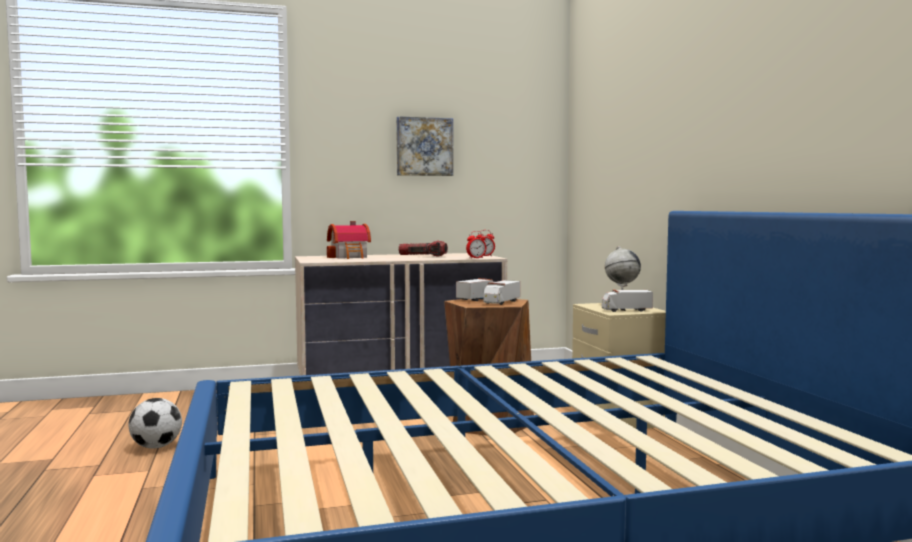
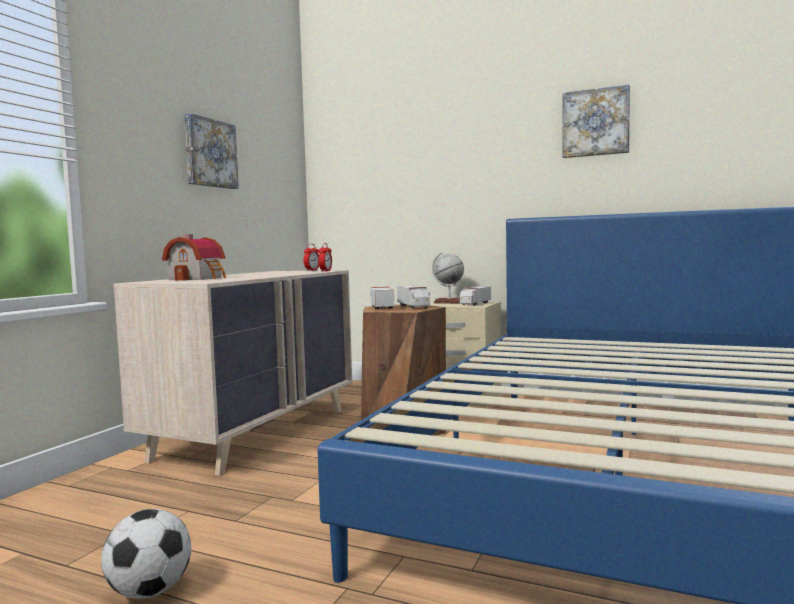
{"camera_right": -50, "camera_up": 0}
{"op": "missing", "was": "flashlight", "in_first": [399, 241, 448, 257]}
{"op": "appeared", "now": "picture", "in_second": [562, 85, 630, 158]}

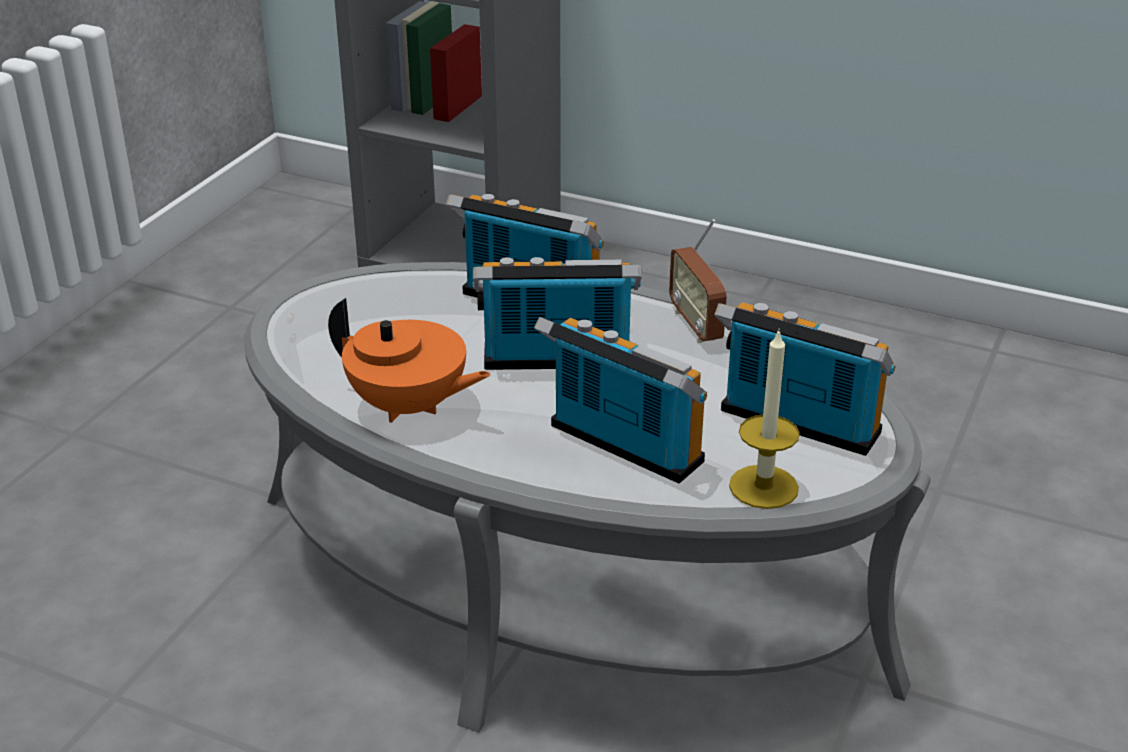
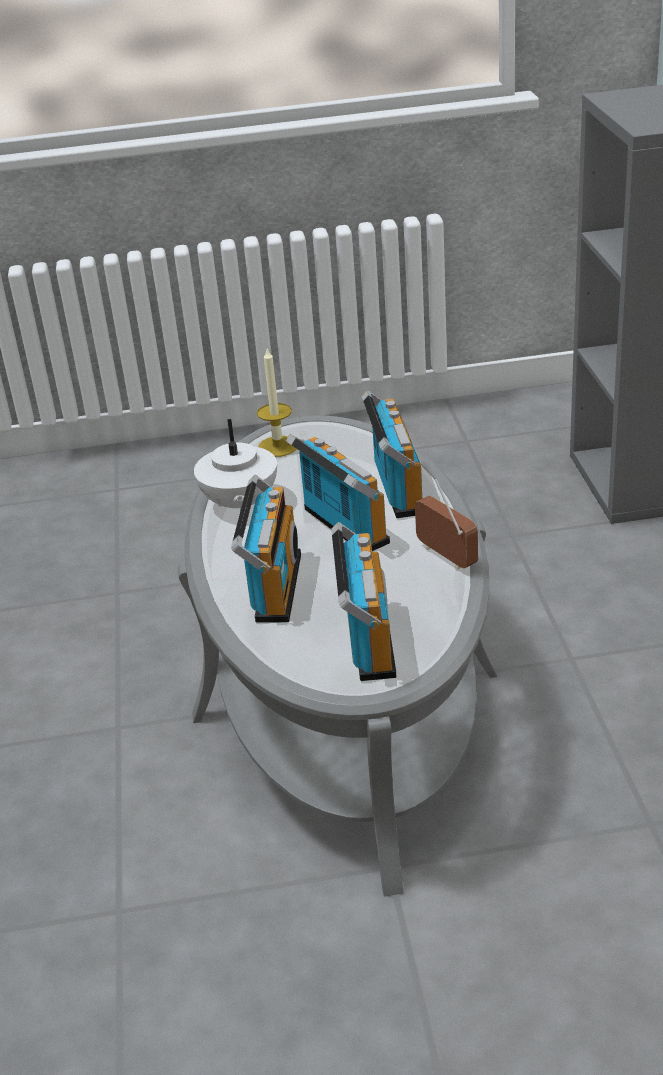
{"camera_right": 60, "camera_up": 0}
{"op": "colour", "was": "orange-coloured teapot", "now": "white teapot", "in_first": [328, 298, 491, 423], "in_second": [194, 419, 277, 511]}
{"op": "spun", "was": "radio receiver", "in_first": [669, 219, 727, 343], "in_second": [415, 478, 478, 570], "clockwise": 105}
{"op": "relocated", "was": "candle", "in_first": [729, 328, 800, 509], "in_second": [257, 349, 296, 457]}

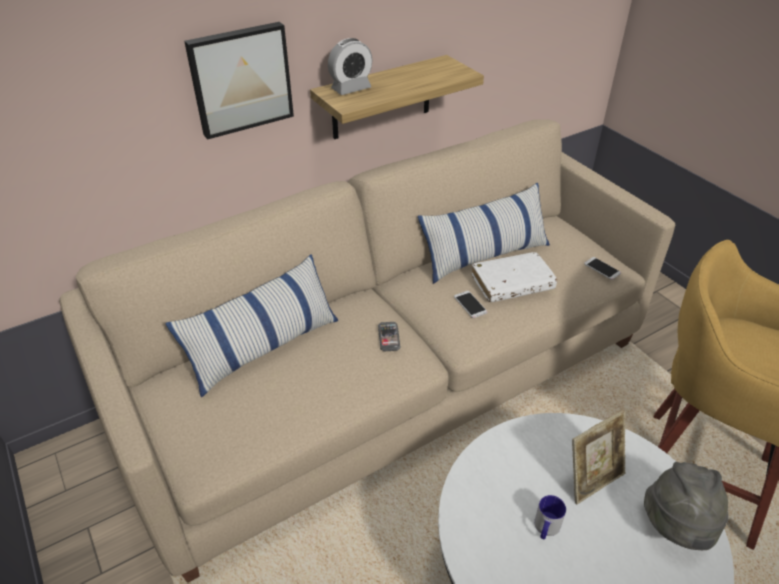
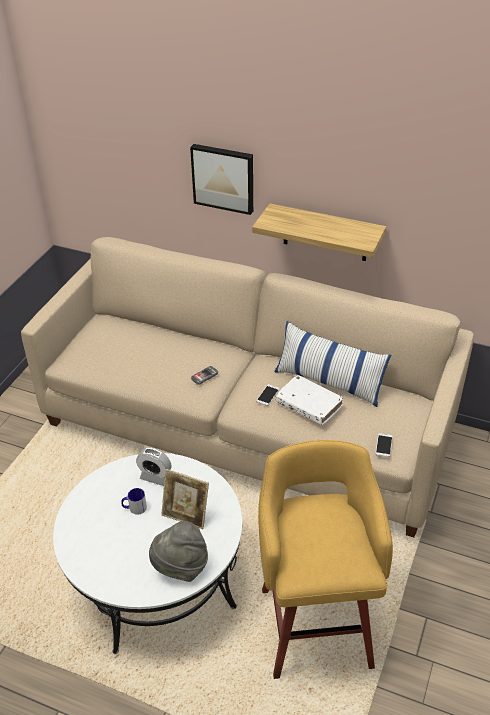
{"camera_right": 55, "camera_up": 0}
{"op": "missing", "was": "cushion", "in_first": [166, 254, 338, 398]}
{"op": "relocated", "was": "bedside clock", "in_first": [328, 38, 372, 95], "in_second": [136, 448, 172, 486]}

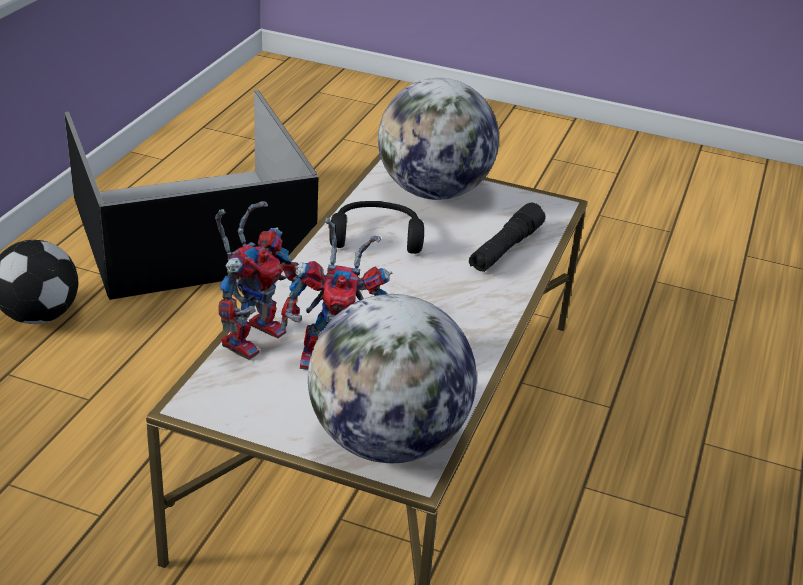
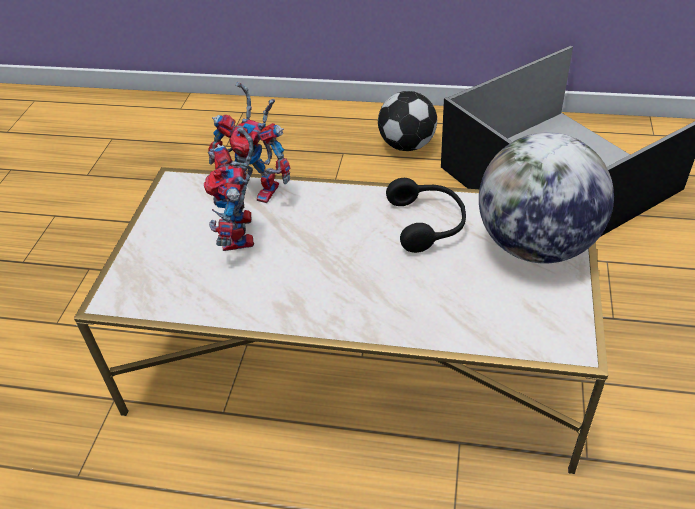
{"camera_right": 85, "camera_up": 10}
{"op": "missing", "was": "world globe", "in_first": [308, 294, 477, 463]}
{"op": "missing", "was": "blackish flashlight", "in_first": [469, 203, 545, 272]}

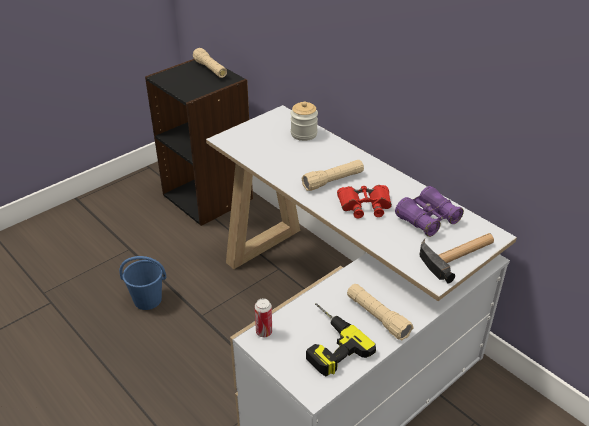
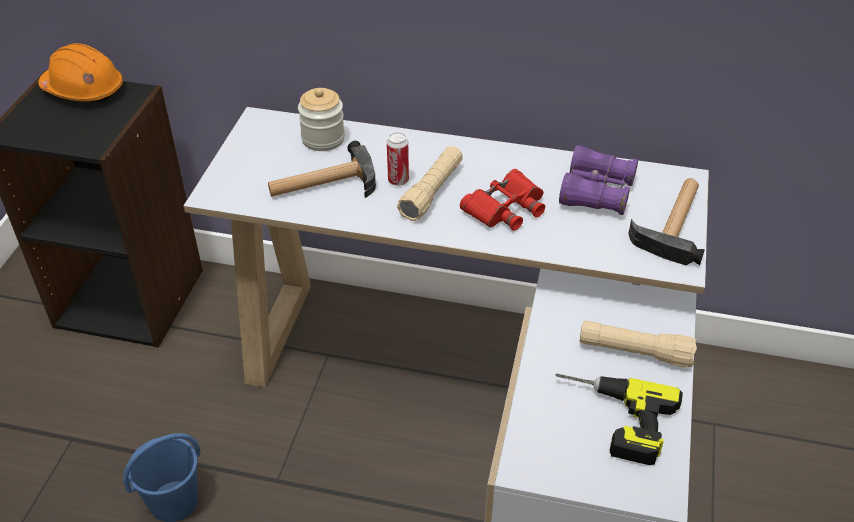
{"camera_right": -35, "camera_up": 5}
{"op": "exchanged", "was": "beige flashlight", "now": "orange-coloured safety helmet", "in_first": [193, 48, 227, 78], "in_second": [38, 43, 123, 102]}
{"op": "relocated", "was": "metal can", "in_first": [255, 298, 272, 337], "in_second": [387, 133, 409, 186]}
{"op": "appeared", "now": "hand hammer", "in_second": [268, 141, 376, 198]}

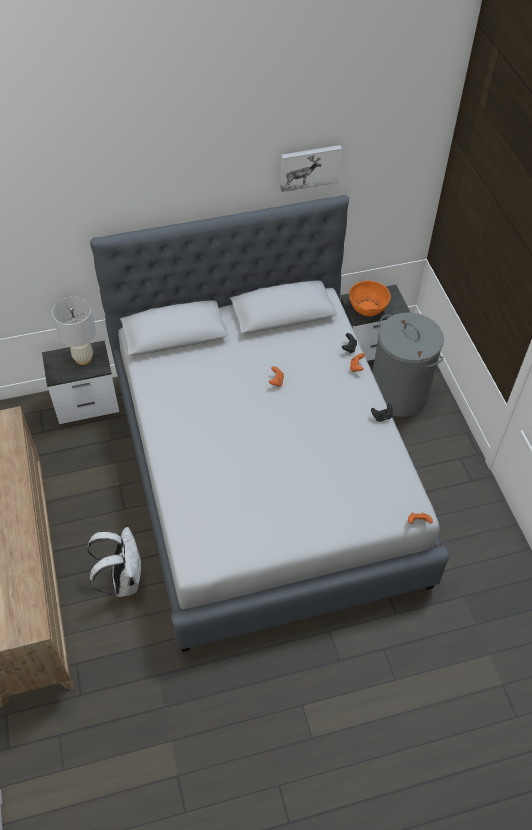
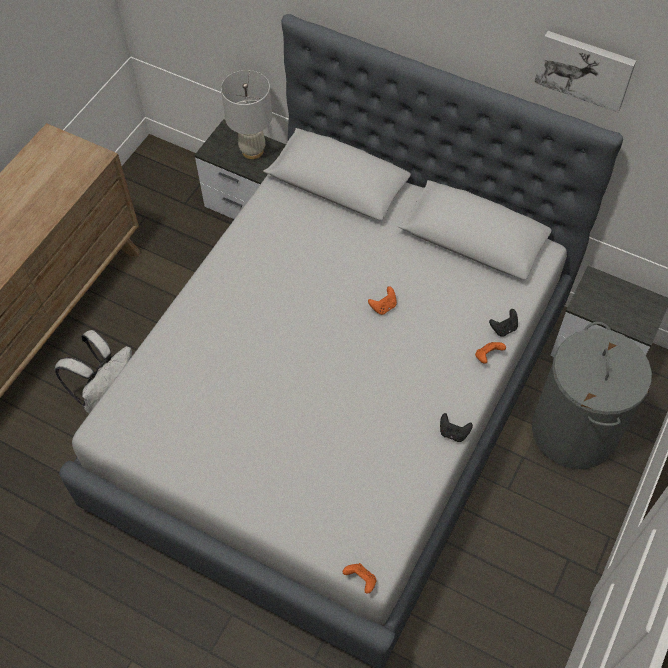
{"camera_right": 45, "camera_up": 5}
{"op": "missing", "was": "orange-coloured serving bowl", "in_first": [349, 281, 391, 316]}

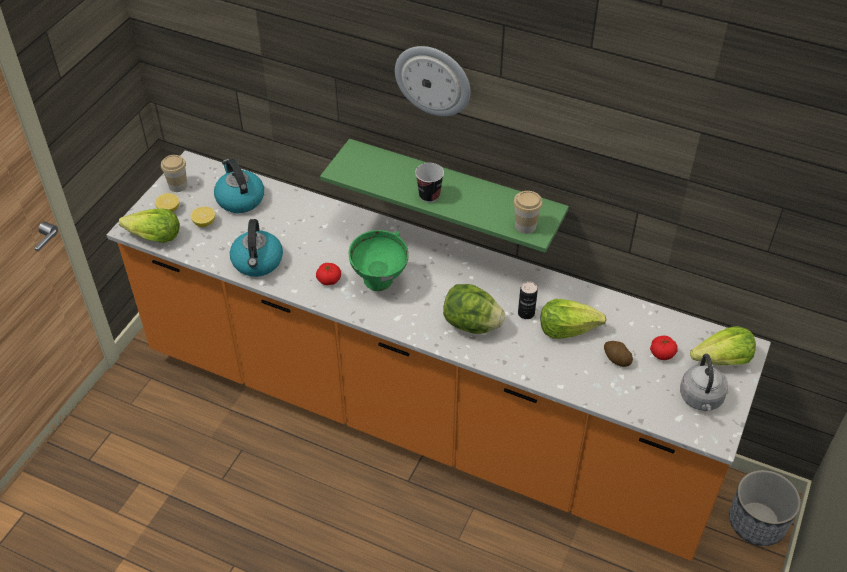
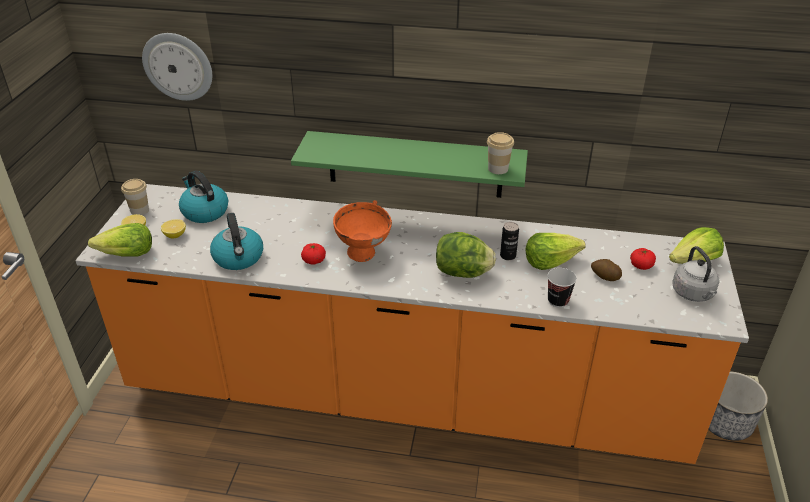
{"camera_right": -15, "camera_up": -10}
{"op": "colour", "was": "green serving bowl", "now": "orange-coloured serving bowl", "in_first": [348, 230, 409, 291], "in_second": [333, 200, 392, 262]}
{"op": "relocated", "was": "hanging clock", "in_first": [395, 46, 471, 116], "in_second": [142, 33, 212, 101]}
{"op": "relocated", "was": "small cup", "in_first": [415, 163, 444, 203], "in_second": [547, 268, 577, 308]}

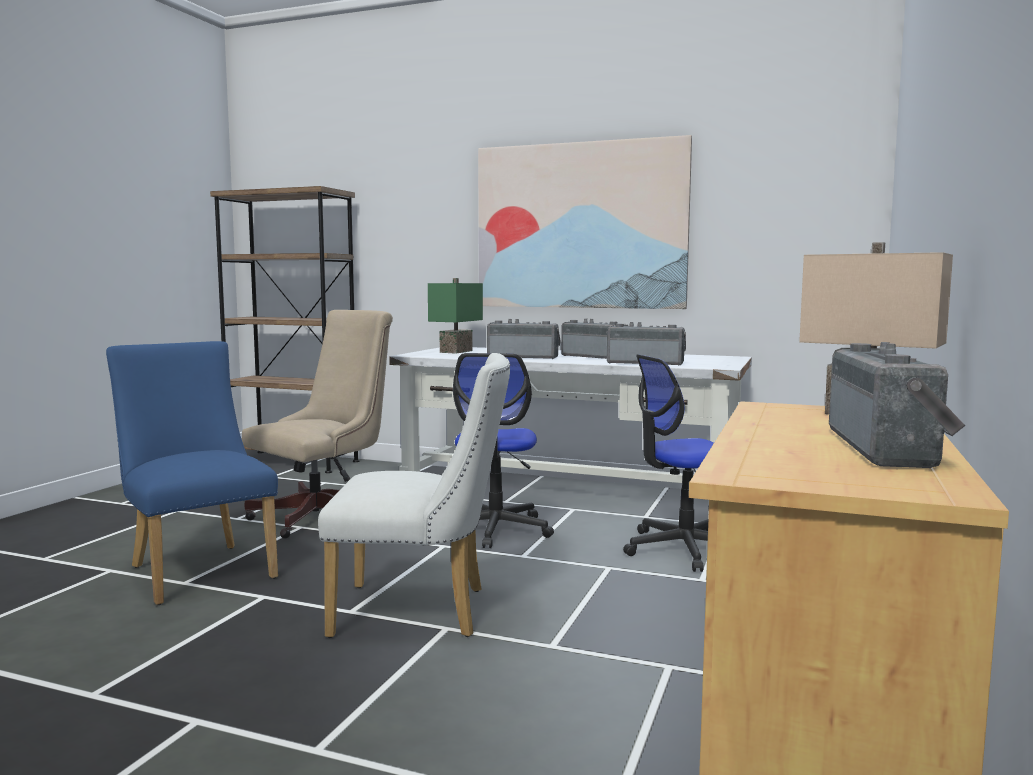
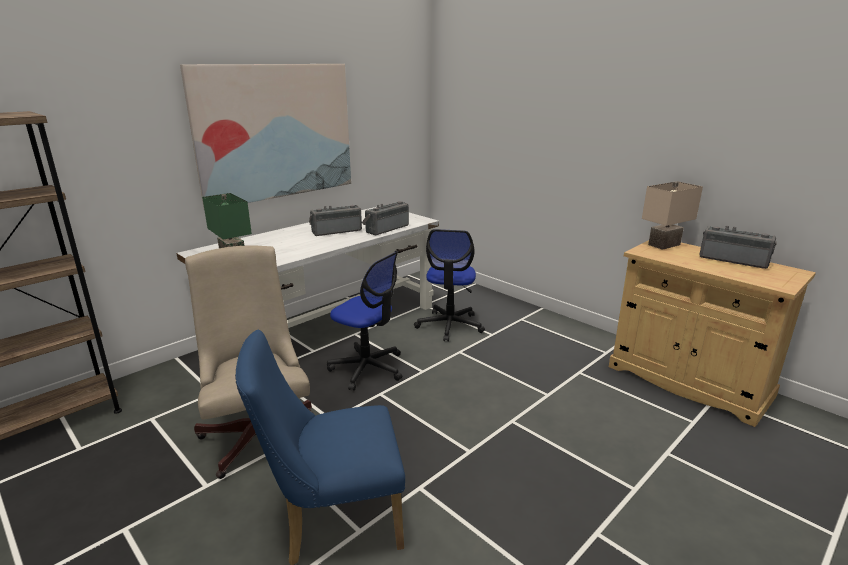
{"camera_right": -65, "camera_up": 15}
{"op": "missing", "was": "white plain chair", "in_first": [318, 353, 510, 638]}
{"op": "missing", "was": "radio receiver", "in_first": [487, 319, 561, 359]}

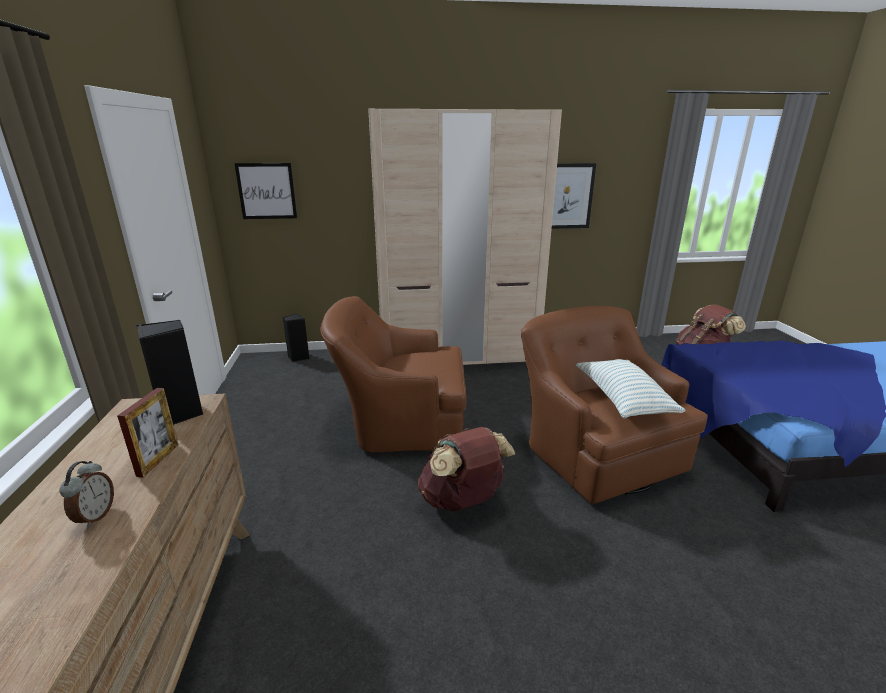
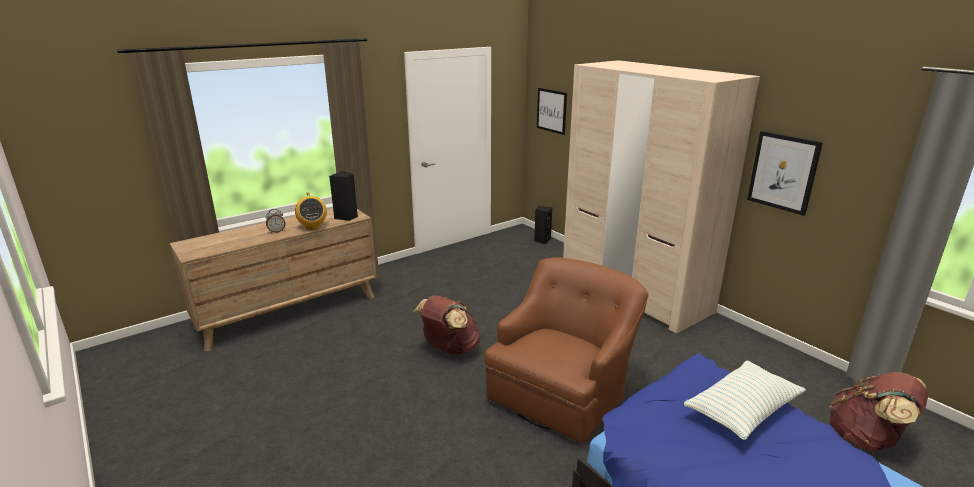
{"camera_right": 60, "camera_up": 0}
{"op": "exchanged", "was": "photo frame", "now": "radio receiver", "in_first": [117, 388, 178, 477], "in_second": [295, 192, 327, 230]}
{"op": "missing", "was": "brownish easy chair", "in_first": [321, 296, 467, 452]}
{"op": "relocated", "was": "cushion", "in_first": [576, 359, 686, 419], "in_second": [684, 361, 806, 440]}

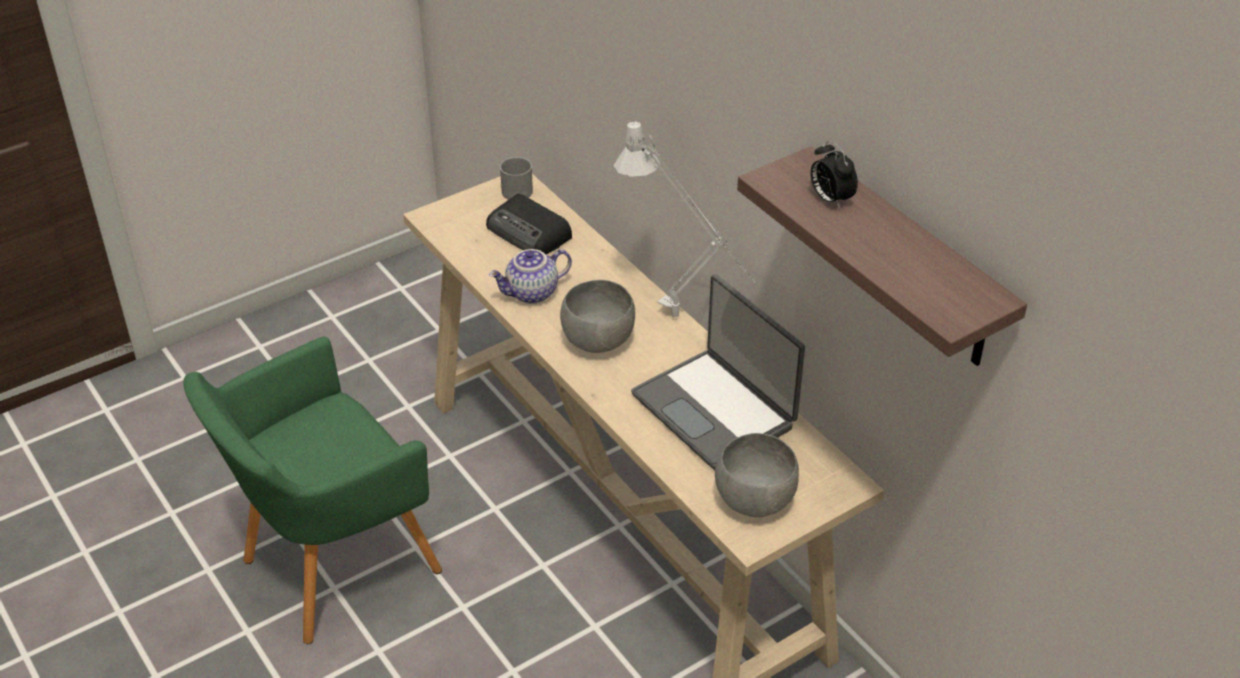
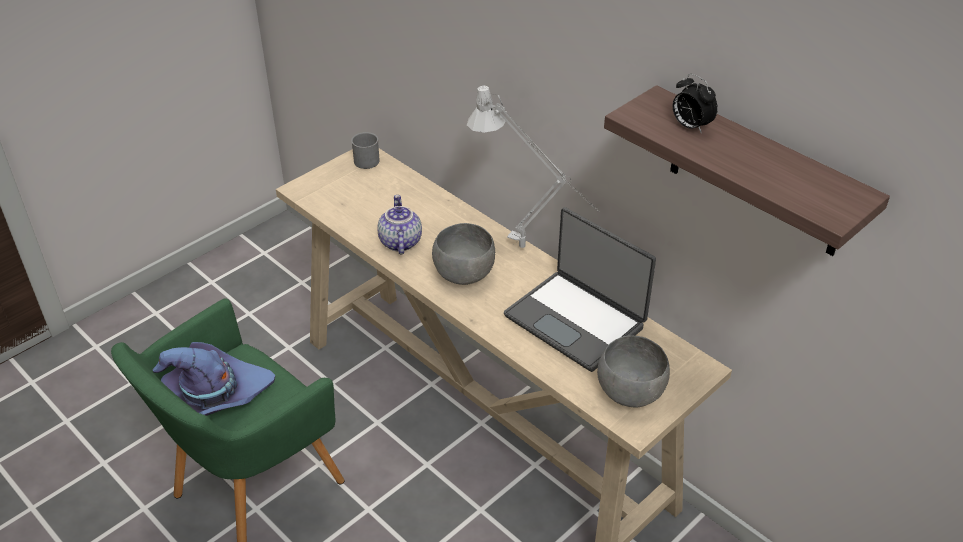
{"camera_right": -10, "camera_up": 0}
{"op": "missing", "was": "radio receiver", "in_first": [486, 194, 572, 255]}
{"op": "spun", "was": "teapot", "in_first": [489, 249, 572, 304], "in_second": [377, 195, 422, 254], "clockwise": 120}
{"op": "appeared", "now": "purple-coloured wearable hat", "in_second": [153, 342, 275, 416]}

